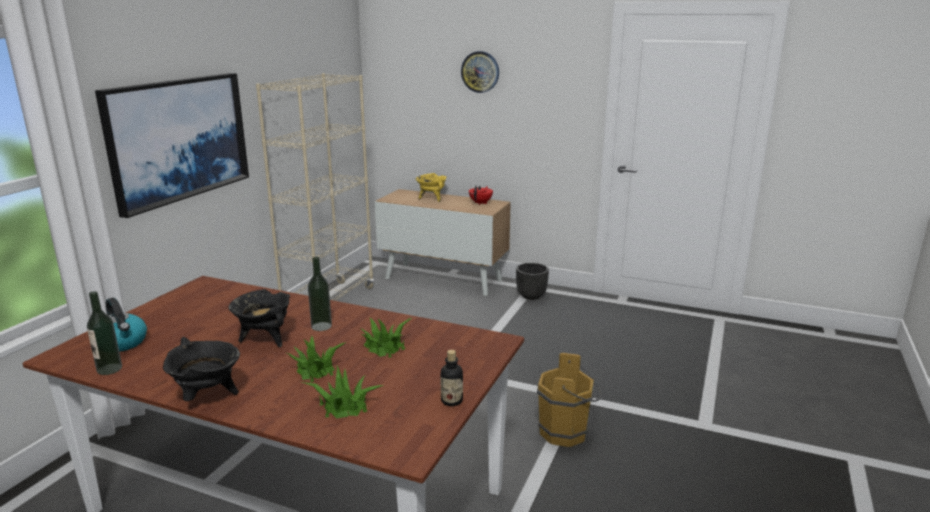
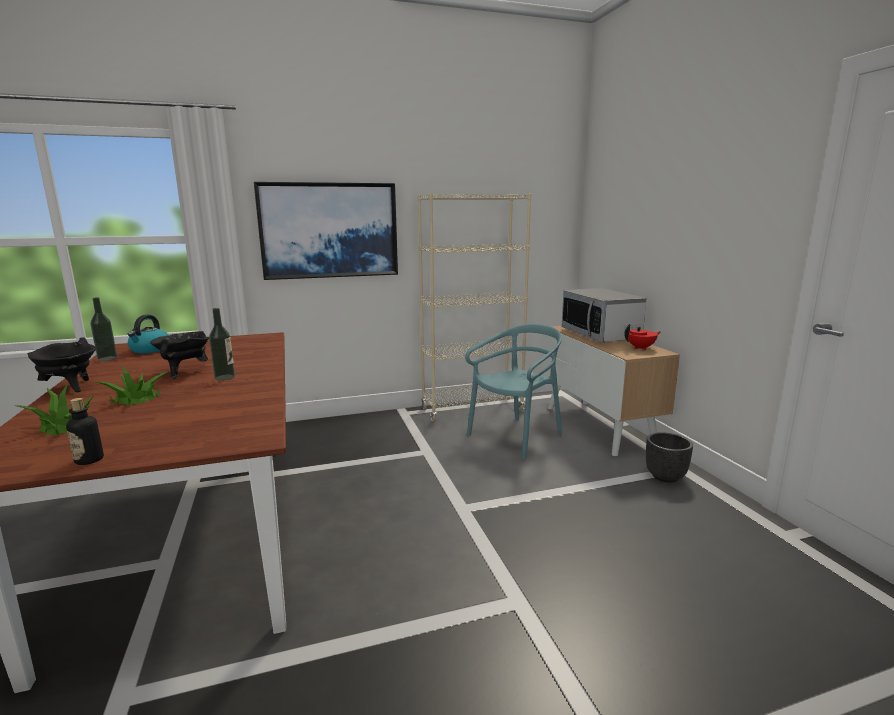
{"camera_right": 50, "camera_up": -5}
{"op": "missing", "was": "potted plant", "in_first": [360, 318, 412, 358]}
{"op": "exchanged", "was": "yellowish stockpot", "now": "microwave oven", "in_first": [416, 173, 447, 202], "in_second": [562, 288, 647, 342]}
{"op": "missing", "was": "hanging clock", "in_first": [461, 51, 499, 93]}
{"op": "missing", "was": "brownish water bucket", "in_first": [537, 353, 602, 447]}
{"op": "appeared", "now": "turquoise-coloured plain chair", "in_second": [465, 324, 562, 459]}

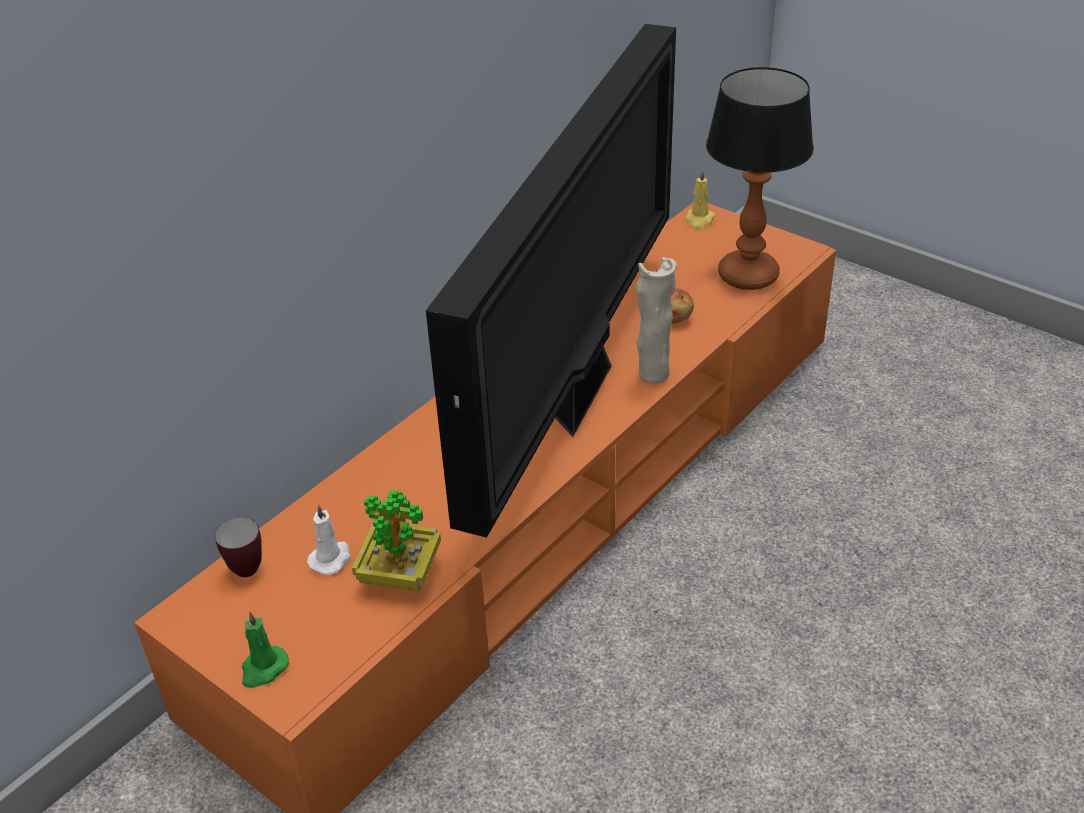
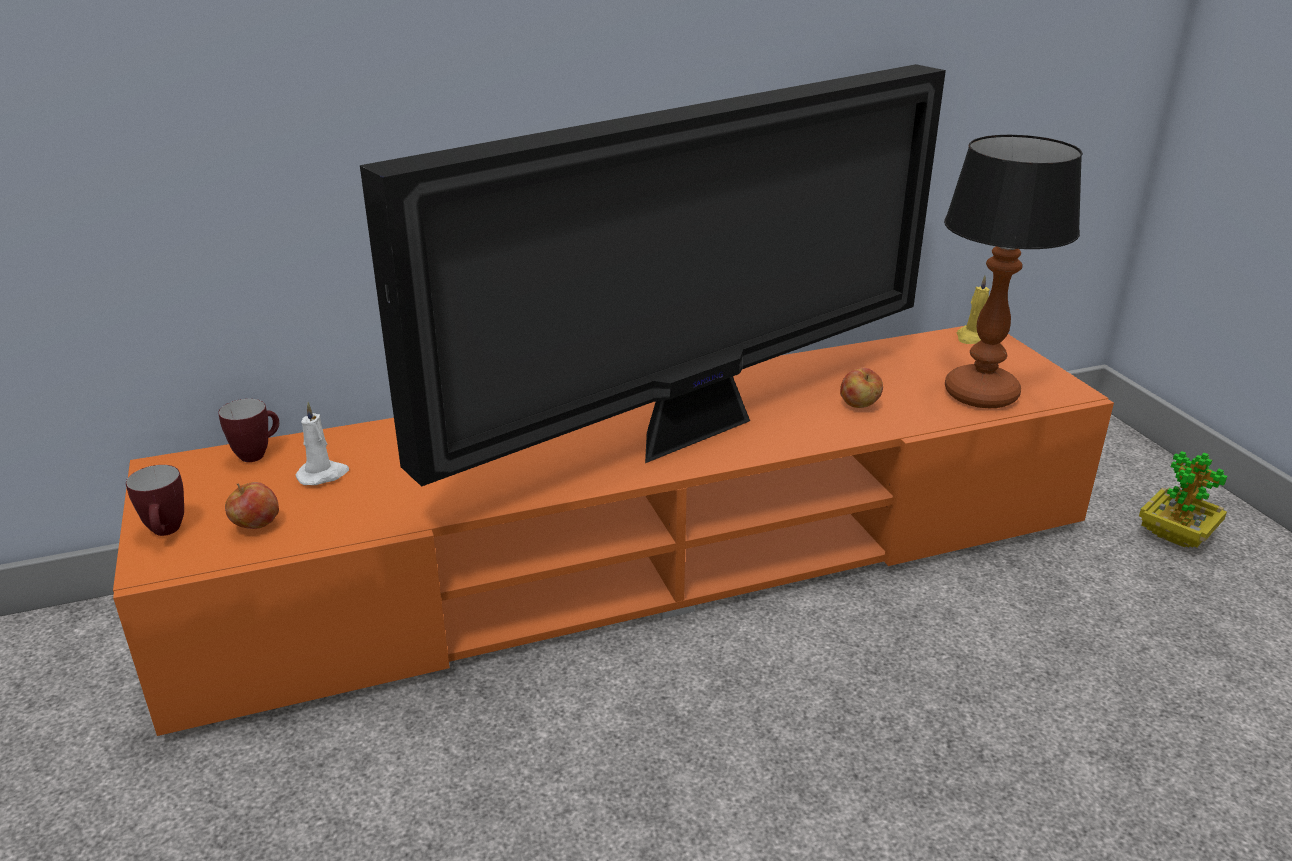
{"camera_right": 30, "camera_up": -10}
{"op": "exchanged", "was": "green candle", "now": "tea mug", "in_first": [242, 611, 289, 688], "in_second": [126, 465, 184, 536]}
{"op": "relocated", "was": "potted plant", "in_first": [352, 490, 441, 592], "in_second": [1139, 451, 1227, 547]}
{"op": "missing", "was": "beige vase", "in_first": [635, 257, 677, 384]}
{"op": "appeared", "now": "apple", "in_second": [225, 482, 279, 529]}

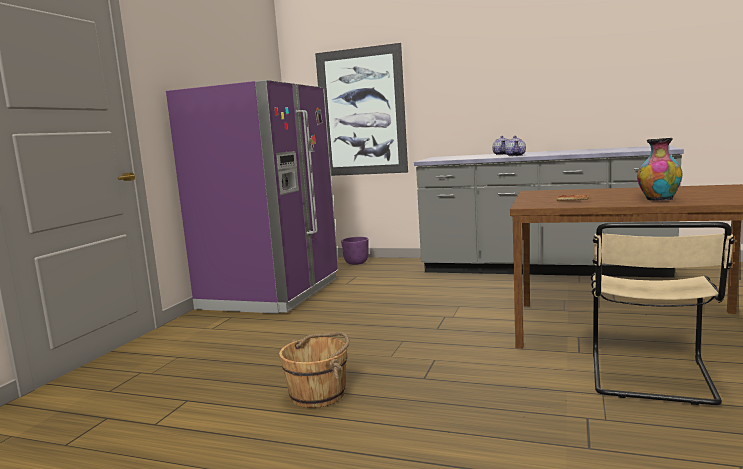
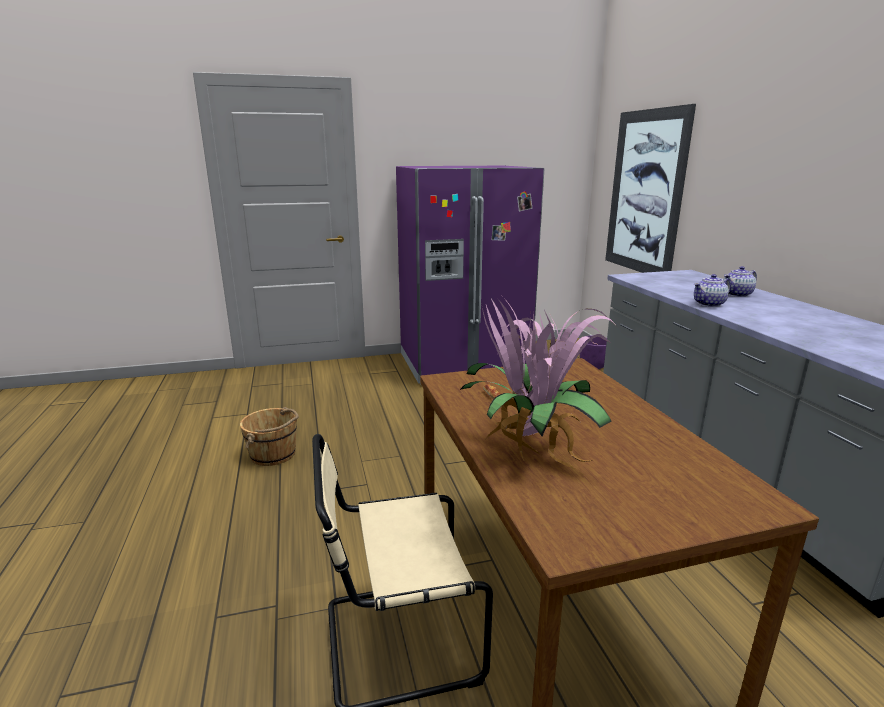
{"camera_right": 55, "camera_up": 10}
{"op": "exchanged", "was": "vase", "now": "potted plant", "in_first": [637, 138, 682, 201], "in_second": [460, 297, 618, 477]}

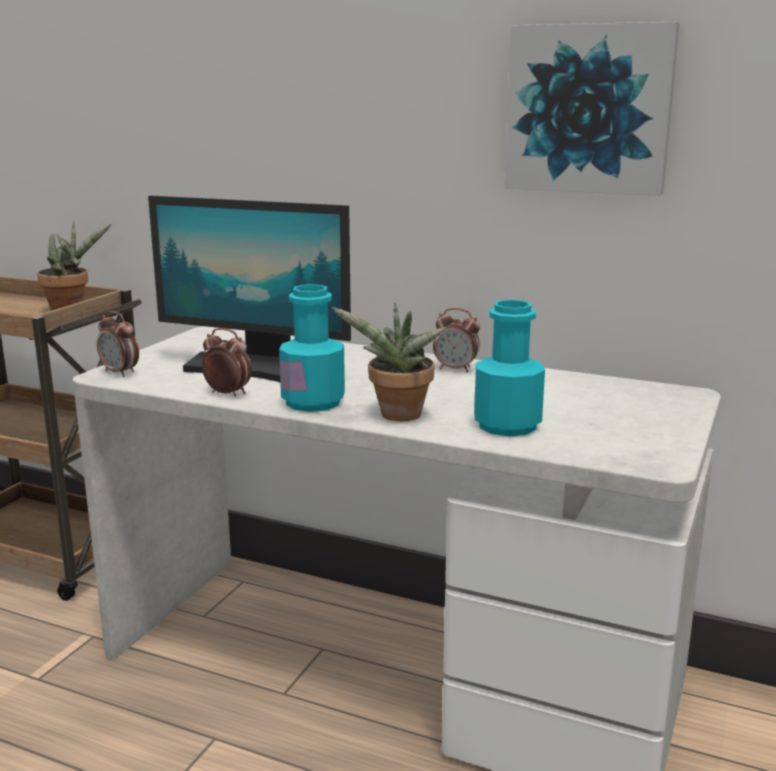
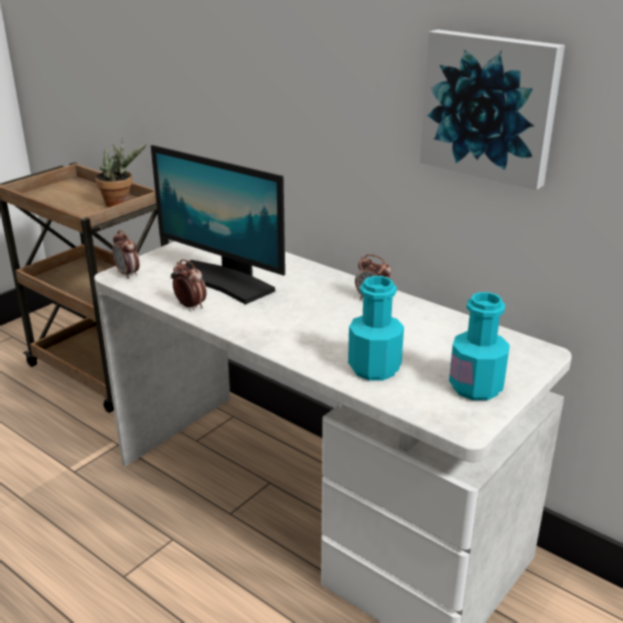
{"camera_right": 15, "camera_up": 10}
{"op": "relocated", "was": "turquoise-coloured beverage bottle", "in_first": [279, 284, 345, 412], "in_second": [449, 292, 510, 400]}
{"op": "missing", "was": "potted plant", "in_first": [332, 302, 447, 421]}

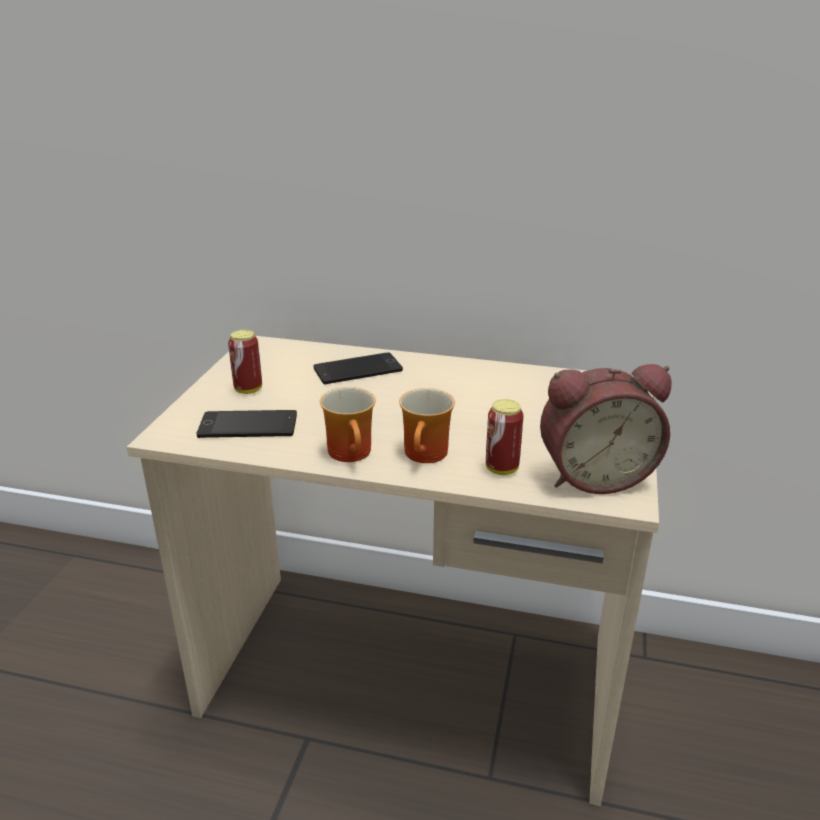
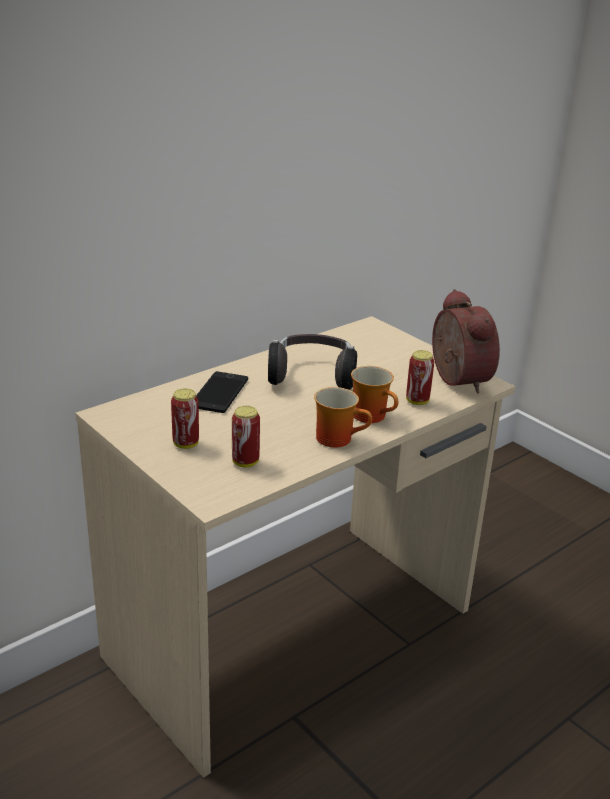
{"camera_right": -55, "camera_up": 0}
{"op": "exchanged", "was": "phone", "now": "metal can", "in_first": [196, 410, 297, 438], "in_second": [232, 406, 260, 468]}
{"op": "spun", "was": "bedside clock", "in_first": [540, 364, 672, 494], "in_second": [432, 289, 500, 394], "clockwise": -45}
{"op": "appeared", "now": "pair of headphones", "in_second": [268, 334, 357, 390]}

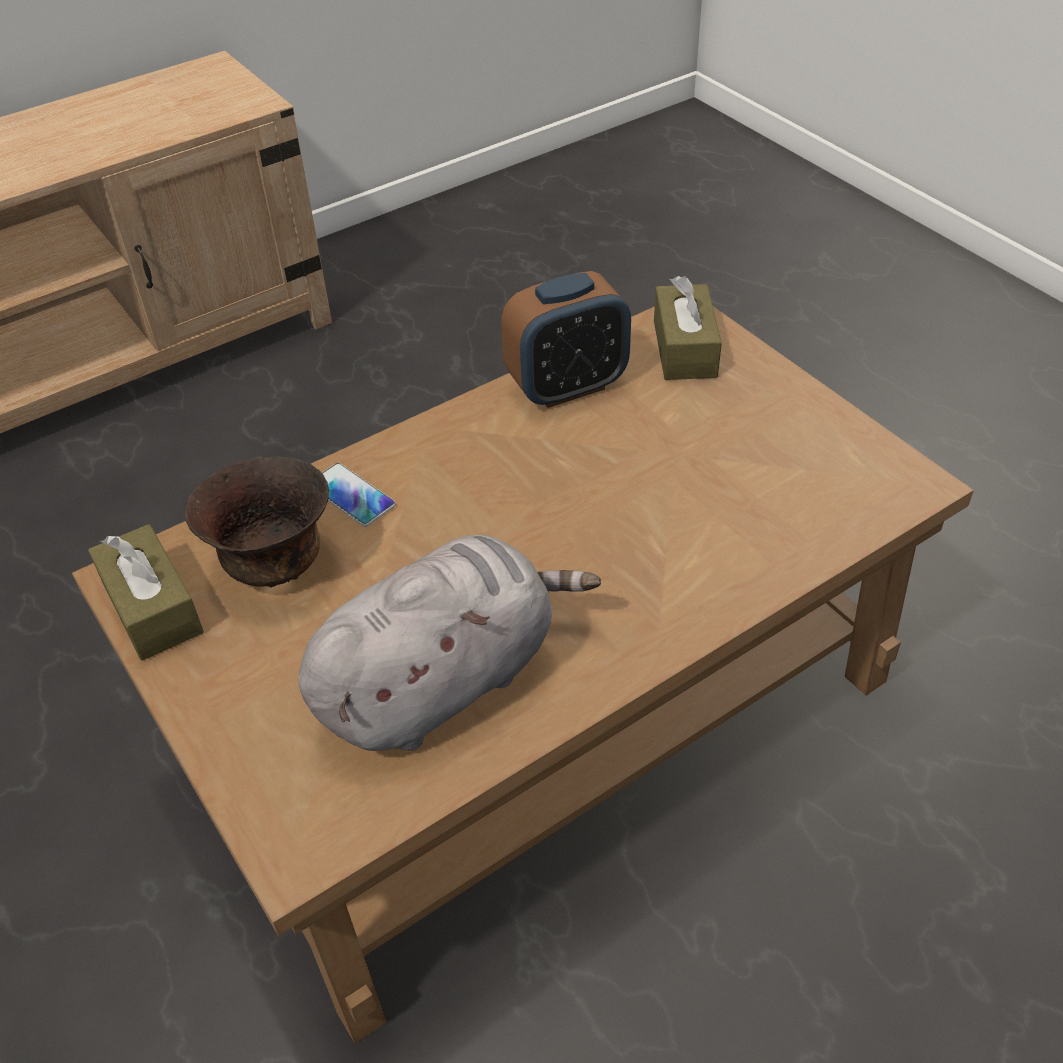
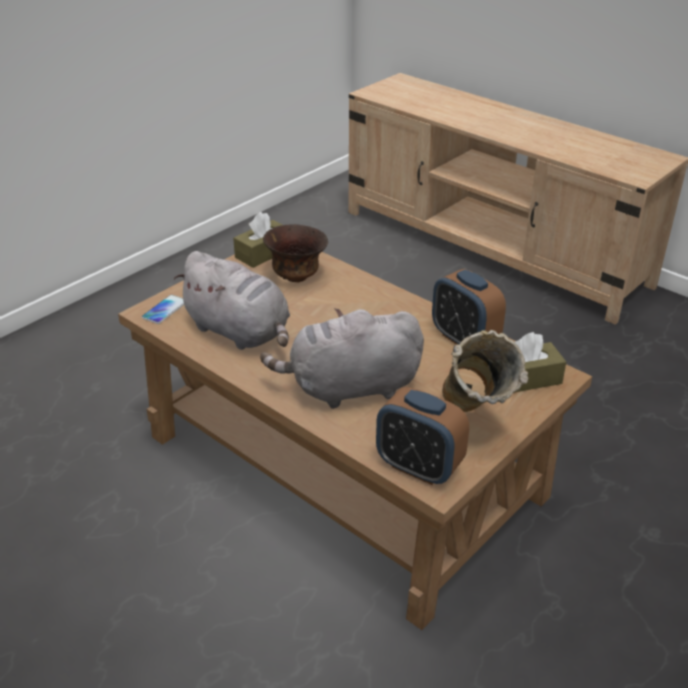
{"camera_right": 75, "camera_up": -10}
{"op": "relocated", "was": "phone", "in_first": [322, 463, 396, 527], "in_second": [142, 295, 184, 324]}
{"op": "appeared", "now": "gray cuddly toy", "in_second": [260, 308, 424, 409]}
{"op": "appeared", "now": "bedside clock", "in_second": [376, 387, 469, 485]}
{"op": "appeared", "now": "beige vase", "in_second": [442, 330, 528, 412]}

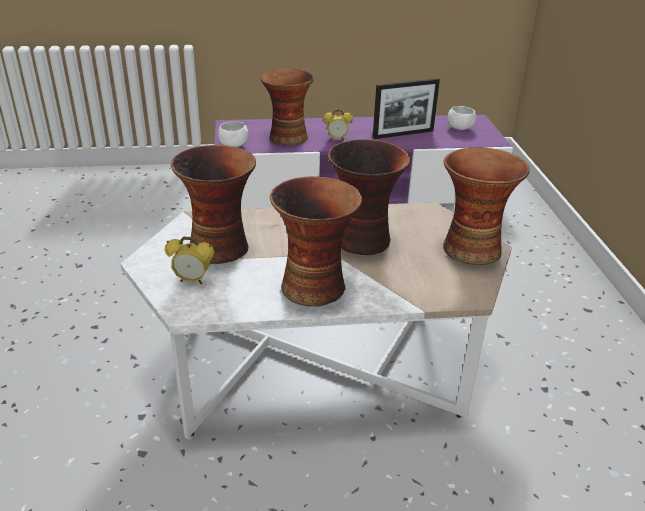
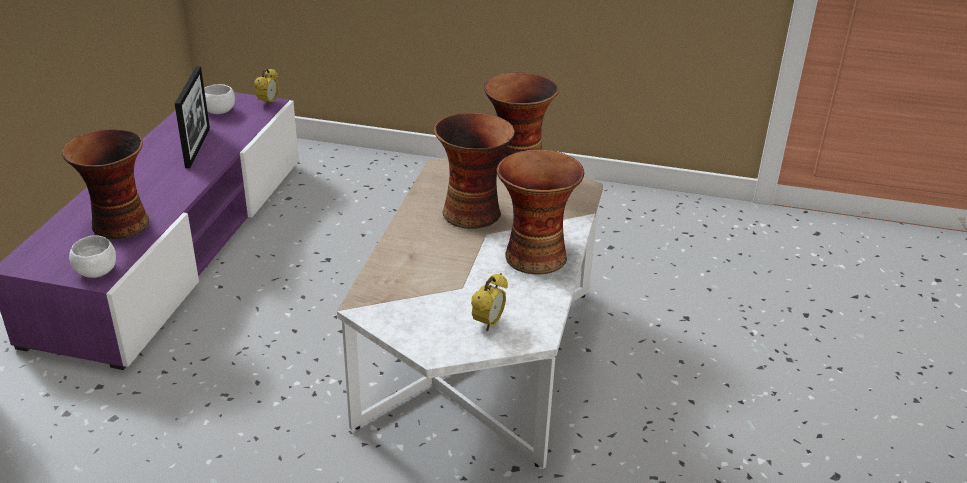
{"camera_right": -70, "camera_up": 0}
{"op": "missing", "was": "vase", "in_first": [171, 145, 256, 264]}
{"op": "relocated", "was": "bedside clock", "in_first": [323, 109, 353, 140], "in_second": [254, 68, 279, 106]}

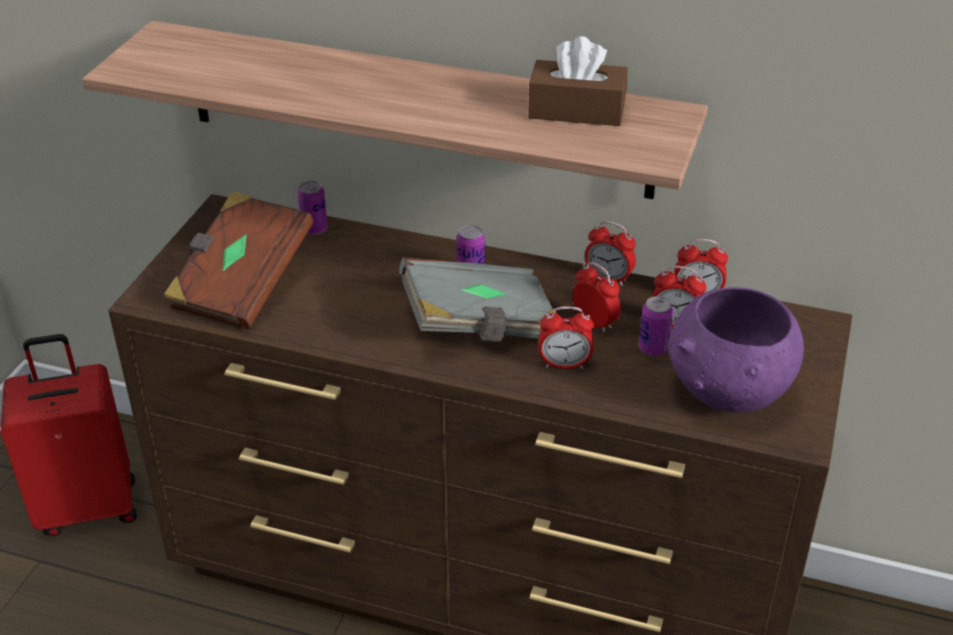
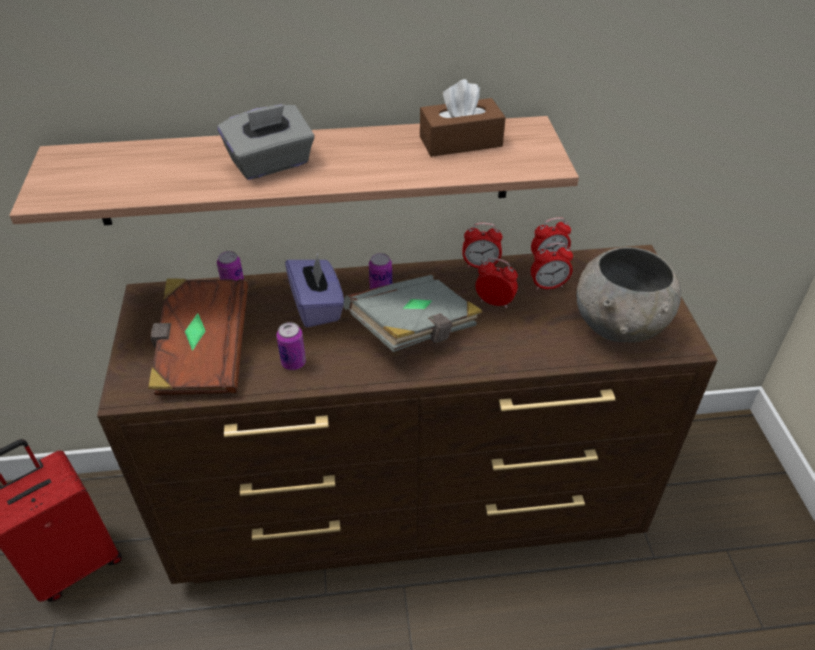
{"camera_right": -25, "camera_up": 5}
{"op": "missing", "was": "bedside clock", "in_first": [538, 306, 594, 369]}
{"op": "relocated", "was": "metal can", "in_first": [639, 296, 673, 356], "in_second": [277, 322, 306, 370]}
{"op": "colour", "was": "purple-coloured serving bowl", "now": "gray serving bowl", "in_first": [669, 287, 804, 413], "in_second": [576, 247, 681, 343]}
{"op": "appeared", "now": "gray tissue holder", "in_second": [218, 104, 314, 180]}
{"op": "appeared", "now": "purple-coloured tissue holder", "in_second": [285, 254, 344, 327]}

